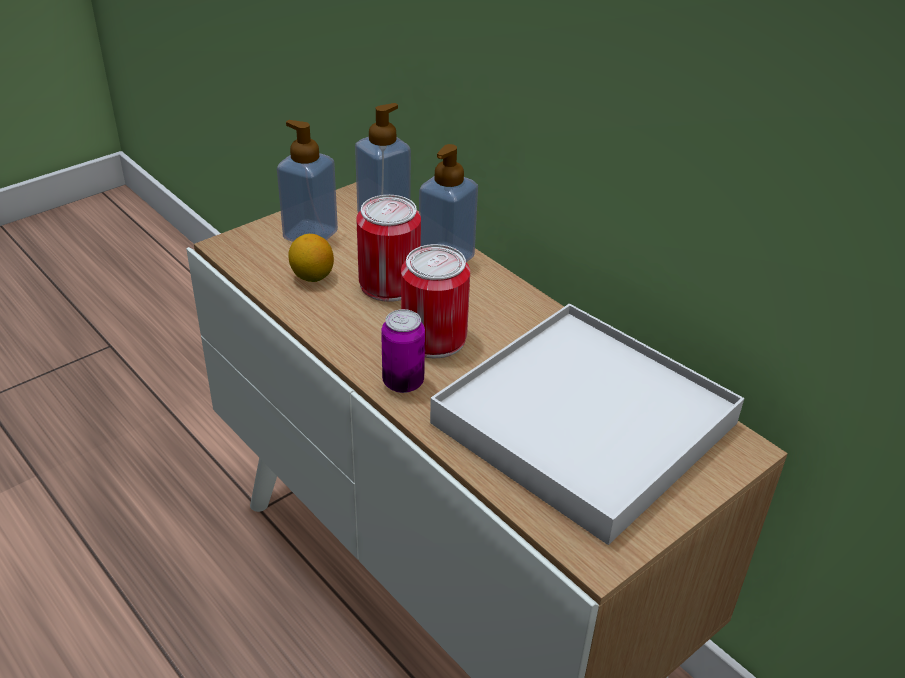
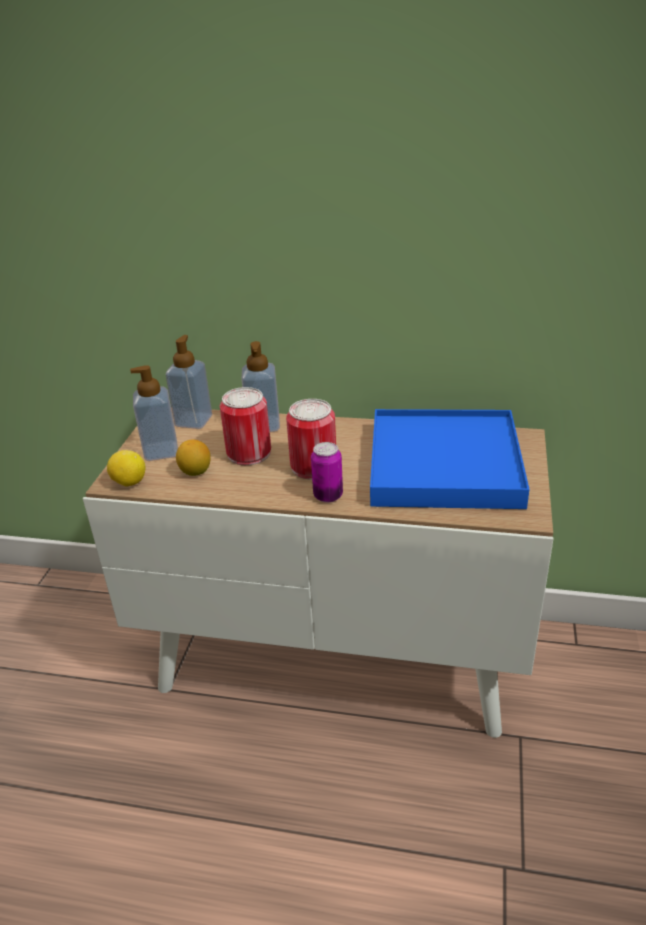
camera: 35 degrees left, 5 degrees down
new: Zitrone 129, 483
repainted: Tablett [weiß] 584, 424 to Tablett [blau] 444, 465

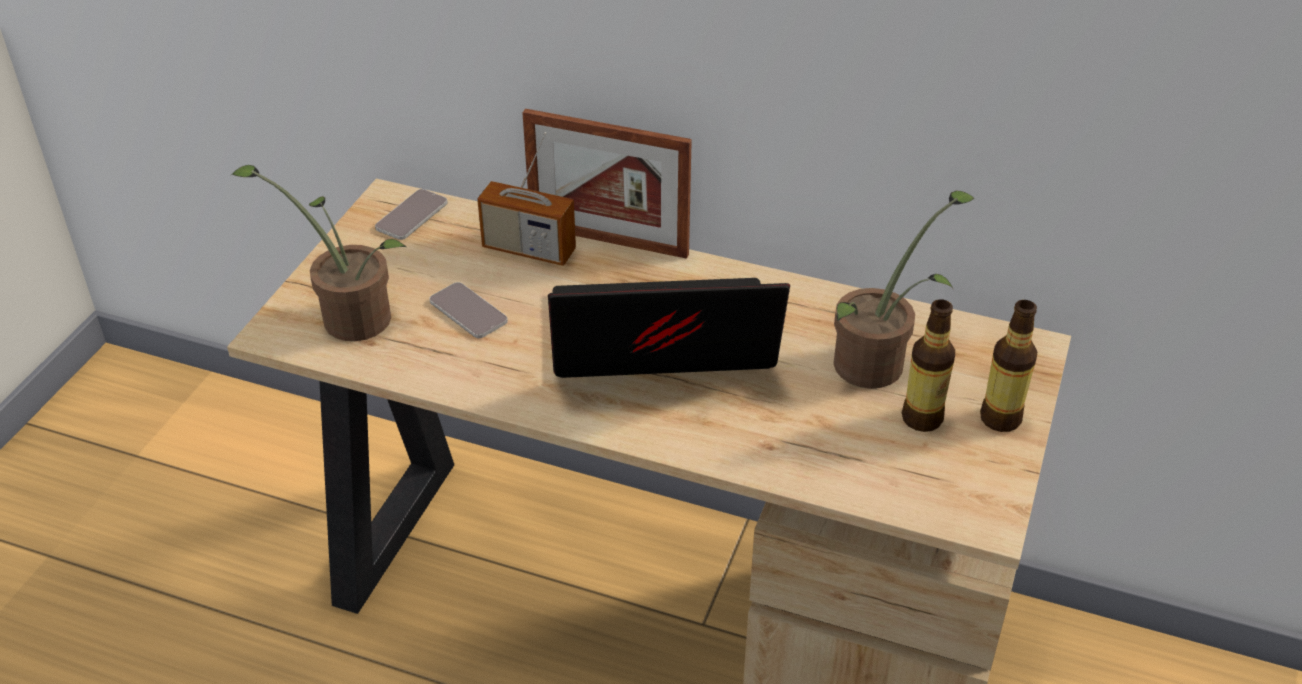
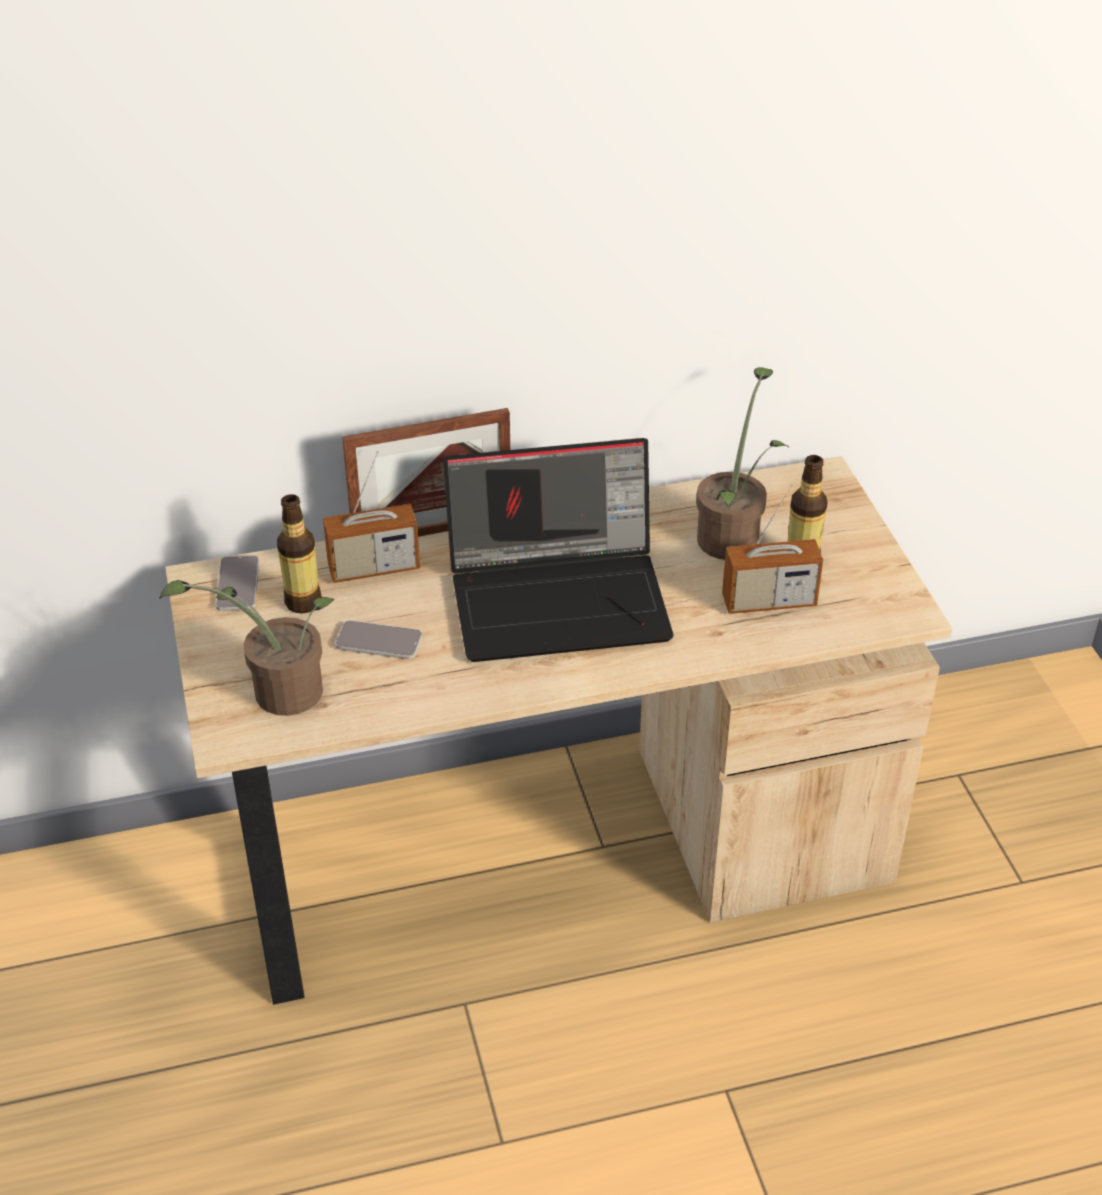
camera: 35 degrees left, 0 degrees up
new: Radio 769, 601
shifted: Flasche 1000, 418 to 303, 602
rotated: Laptop 658, 346 = 561, 597 150 degrees counterclockwise

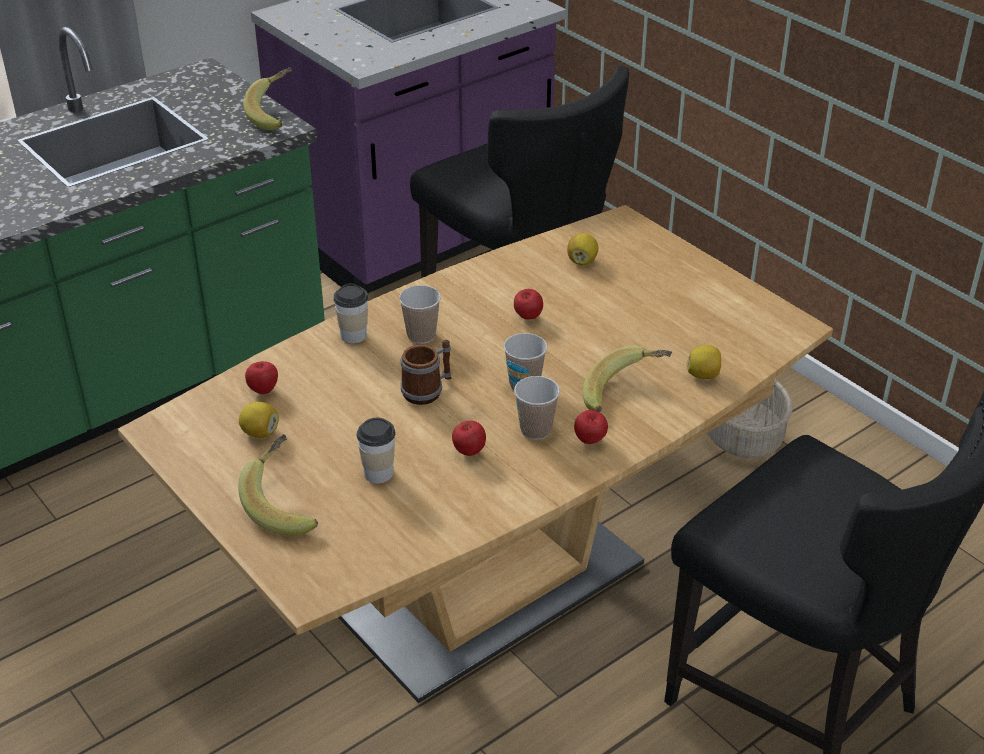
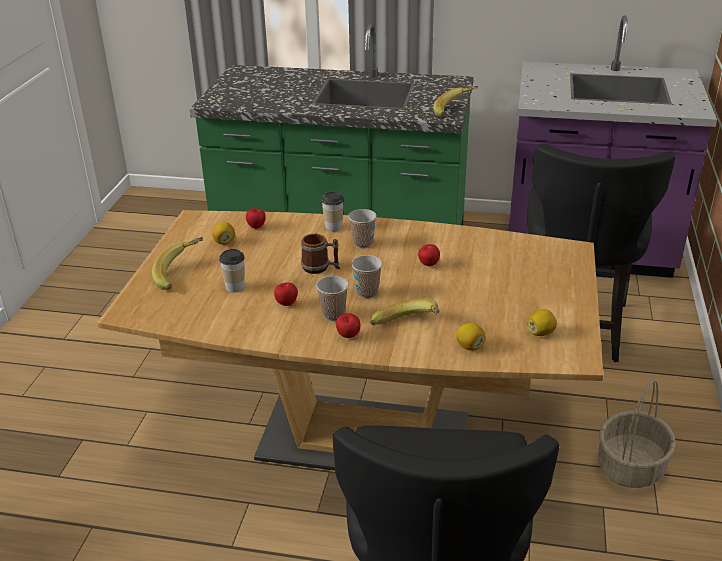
camera: 50 degrees right, 5 degrees down
shifted: Zitrone 582, 261 to 541, 333

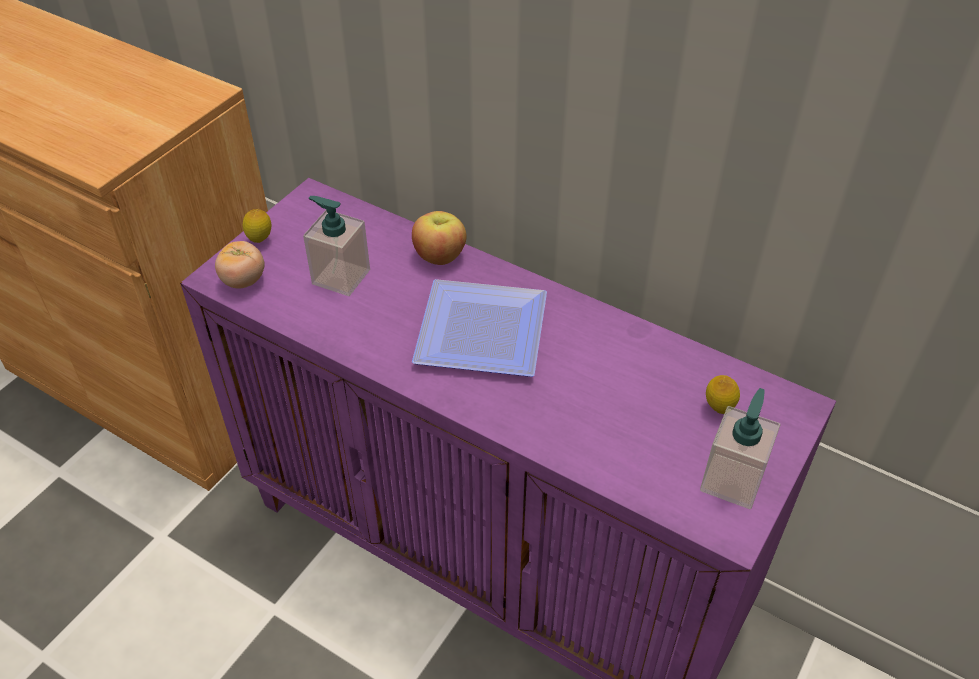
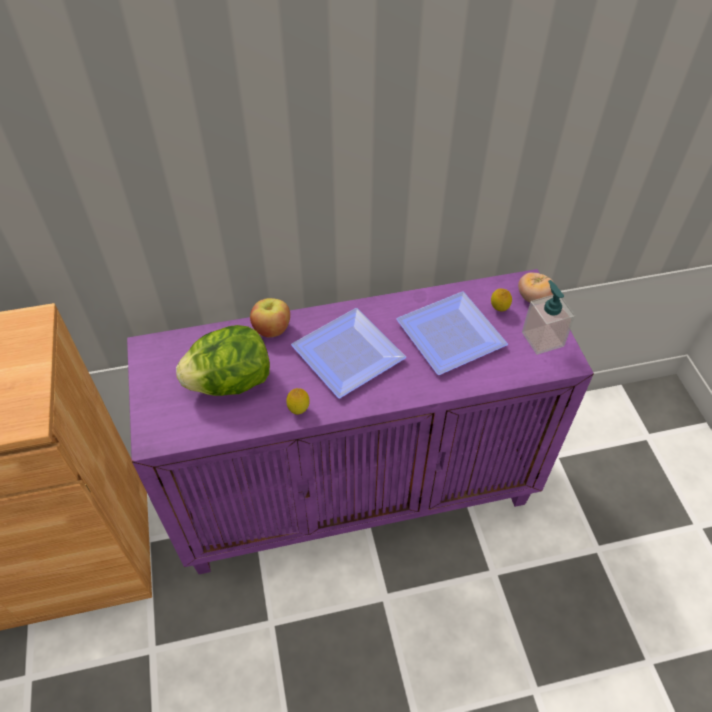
camera: 45 degrees left, 5 degrees up
new: Teller 446, 334
shifted: Tomate 243, 280 to 533, 298; Zitrone 260, 240 to 299, 410
swapped: Seifenspender 341, 277 to Salatkopf 231, 382

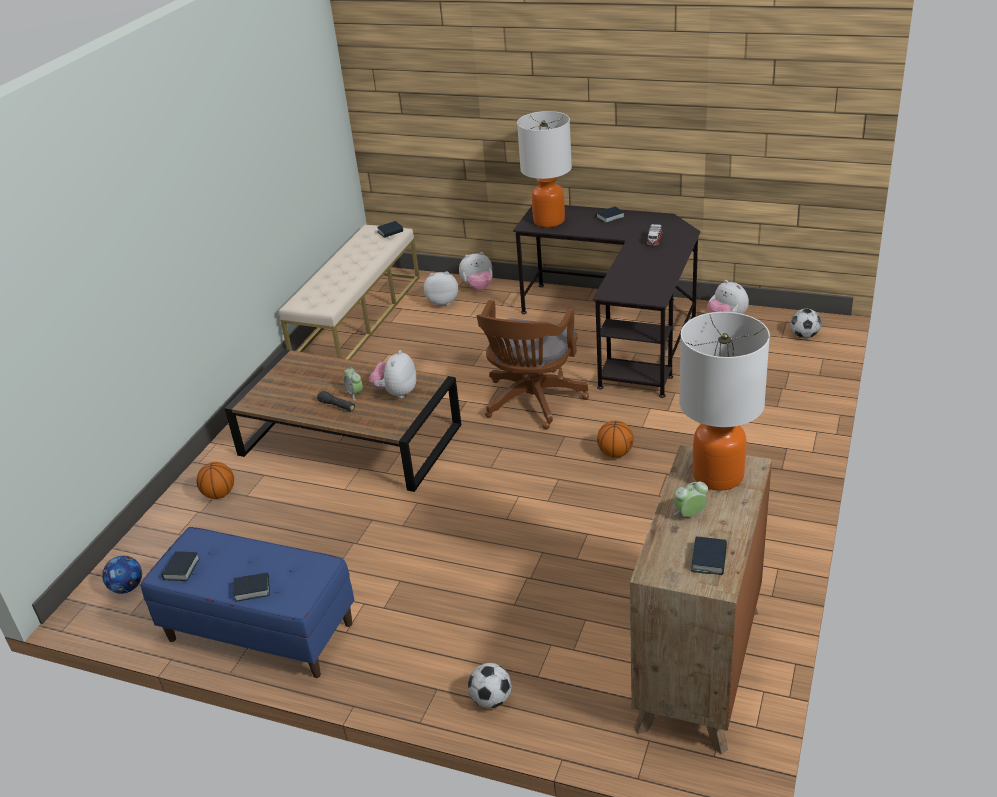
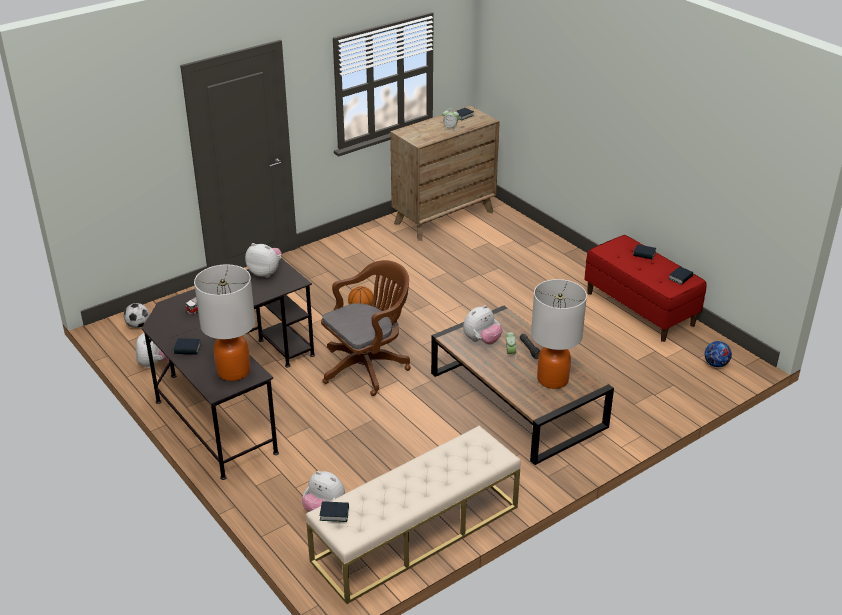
camera: 150 degrees left, 0 degrees up
gone: Basketball 219, 494; Fußball 491, 699
shifted: Plüschtier 478, 287 to 265, 272; Tischlampe 717, 476 to 553, 379
repainted: Bank [blau] 259, 632 to Bank [rot] 640, 309

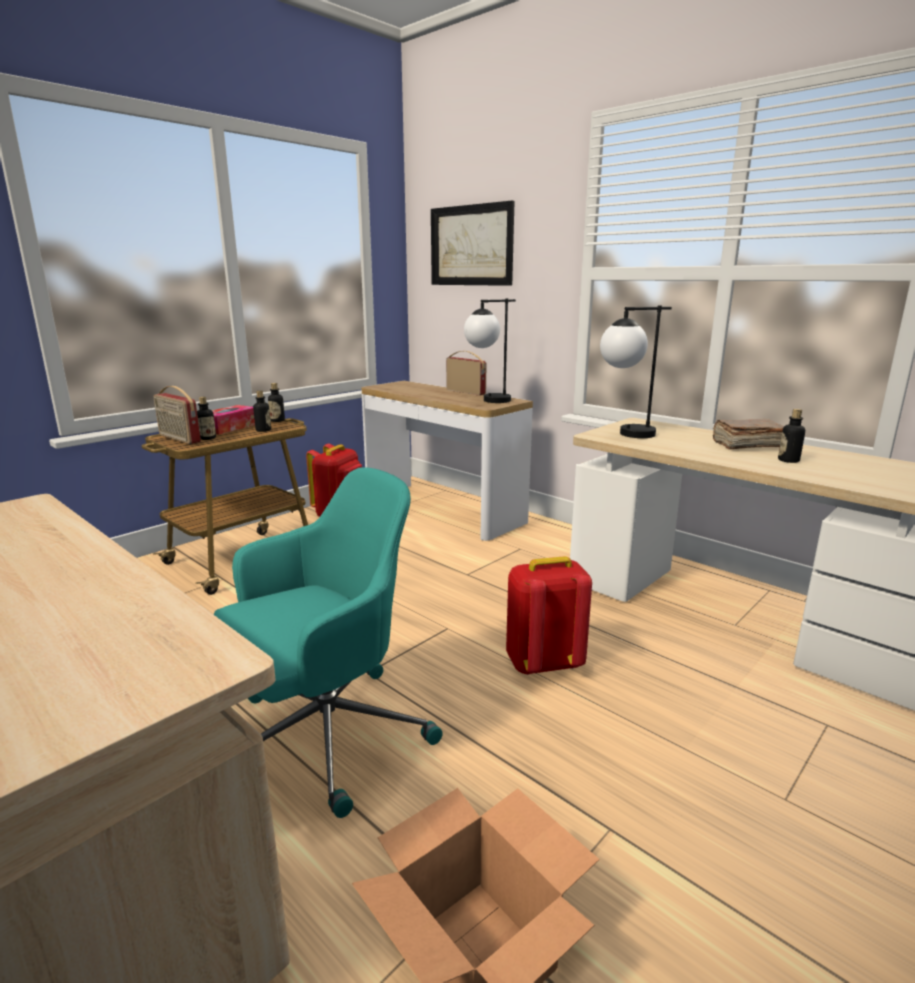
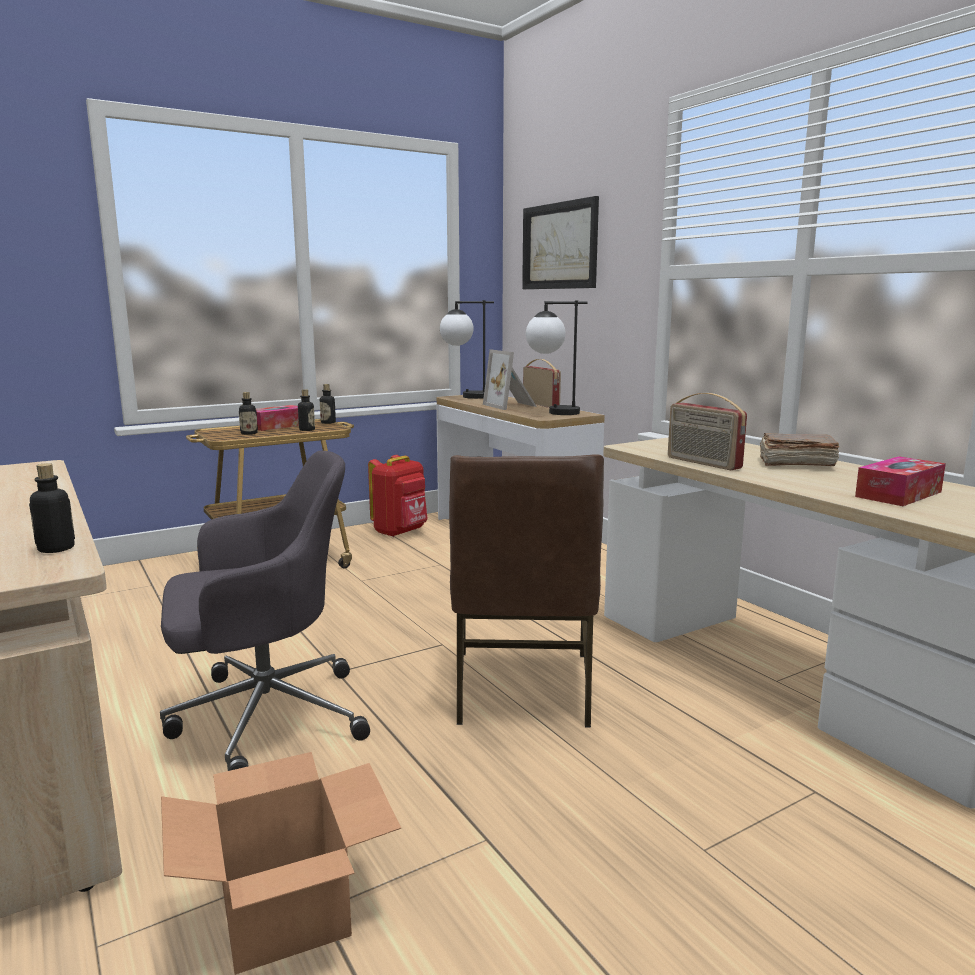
camera: 15 degrees right, 5 degrees down
new: Bilderrahmen 511, 406; Taschentuchbox 898, 494
shifted: Radio 179, 439 to 702, 463; Tischlampe 625, 435 to 464, 397; Flasche 788, 460 to 56, 548
swapped: Rucksack [rot] 544, 663 to Stuhl [braun] 522, 688
repainted: Bürostuhl [türkis] 325, 735 to Bürostuhl [grau] 264, 717

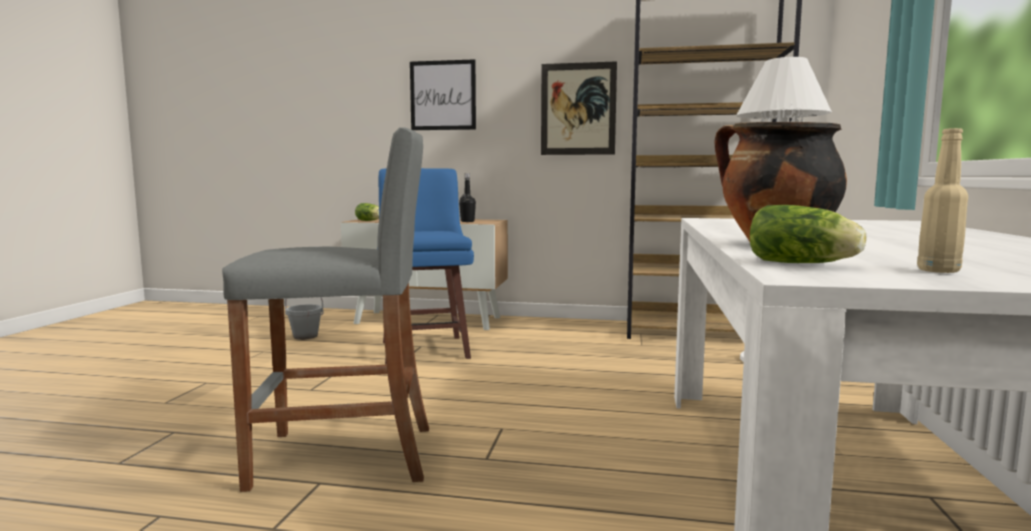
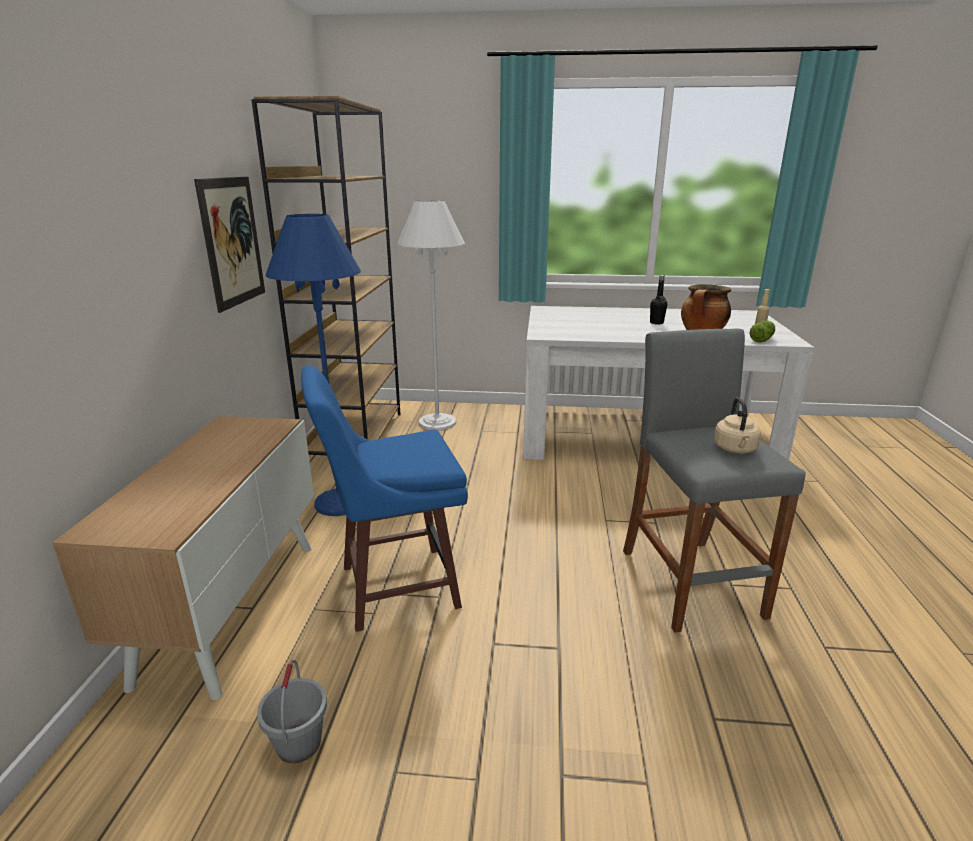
camera: 95 degrees left, 15 degrees up
gone: Salatkopf 370, 221; Bild 443, 95
new: Stehlampe [blau] 339, 502; Wasserkessel [beige] 735, 449
shifted: Flasche [schwarz] 467, 221 to 656, 323

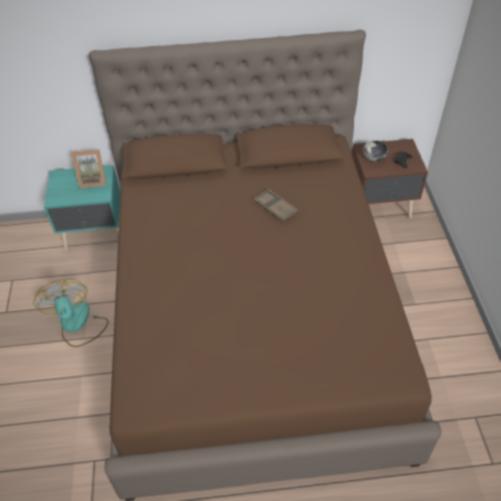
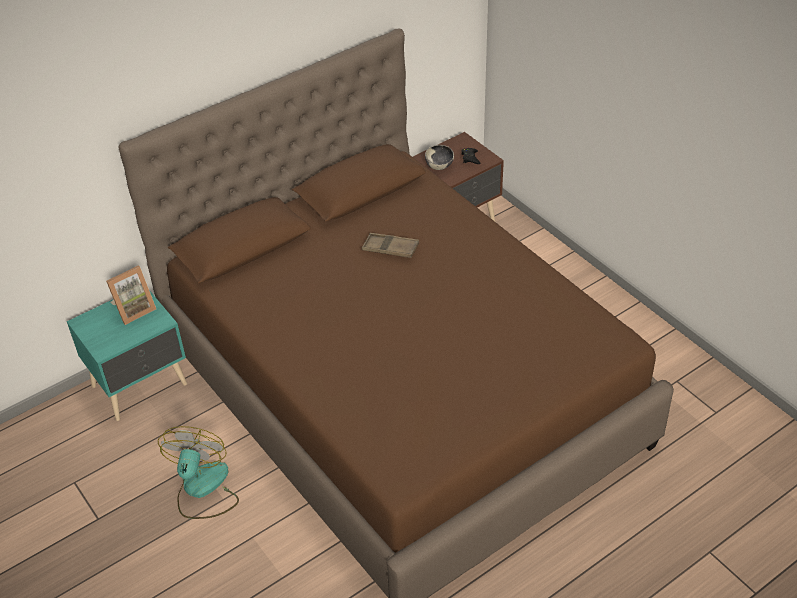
camera: 30 degrees left, 5 degrees down
rotated: Ventilator 77, 324 = 202, 489 60 degrees clockwise

